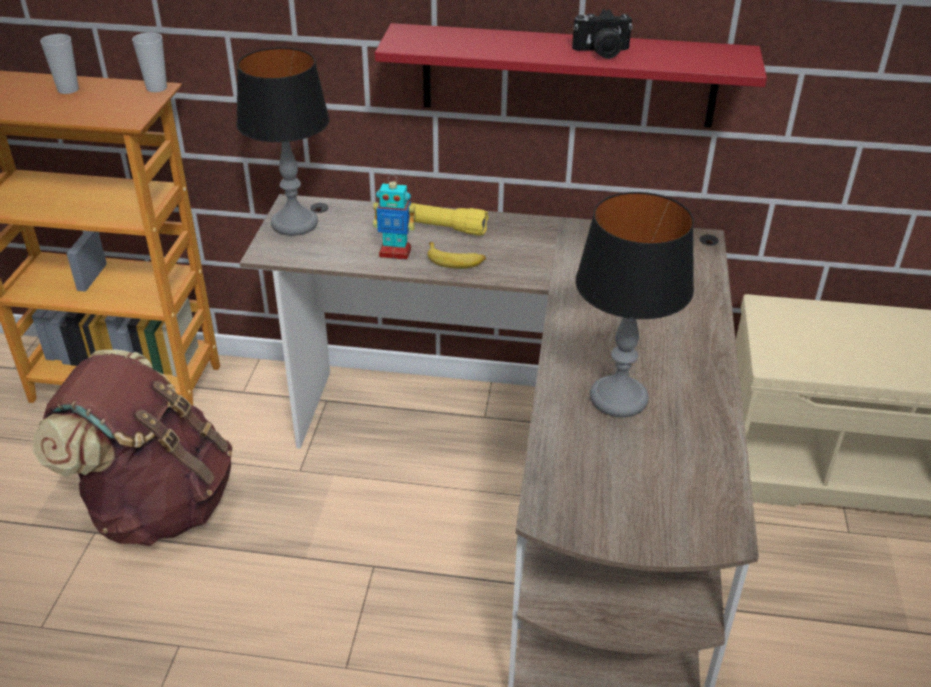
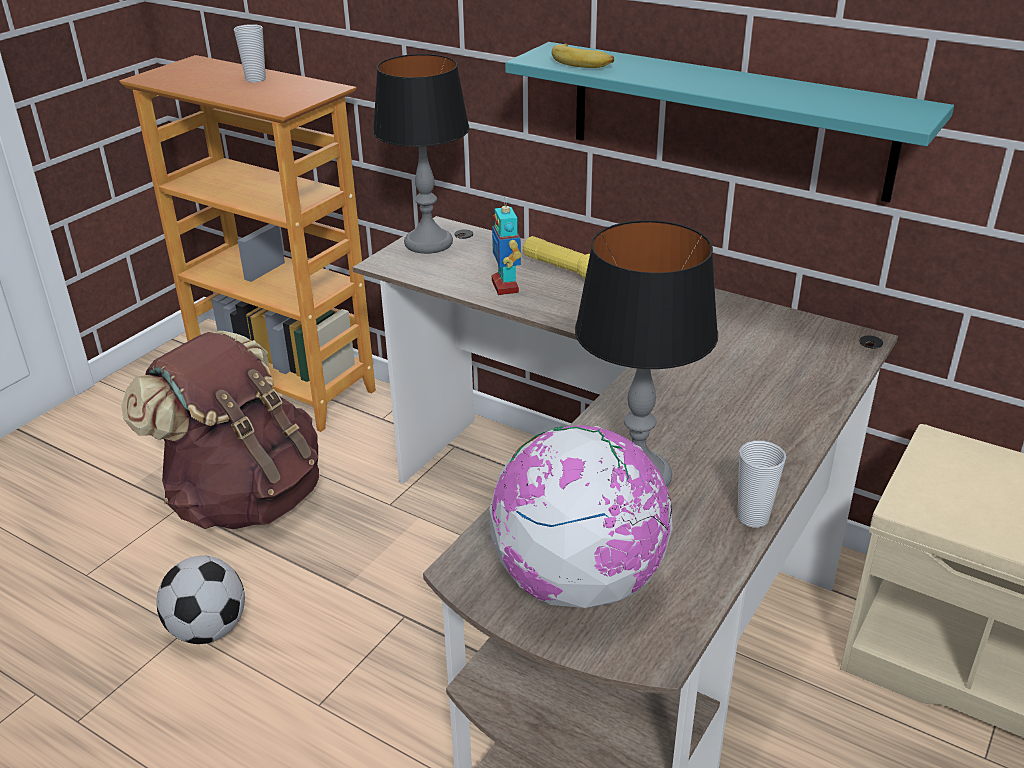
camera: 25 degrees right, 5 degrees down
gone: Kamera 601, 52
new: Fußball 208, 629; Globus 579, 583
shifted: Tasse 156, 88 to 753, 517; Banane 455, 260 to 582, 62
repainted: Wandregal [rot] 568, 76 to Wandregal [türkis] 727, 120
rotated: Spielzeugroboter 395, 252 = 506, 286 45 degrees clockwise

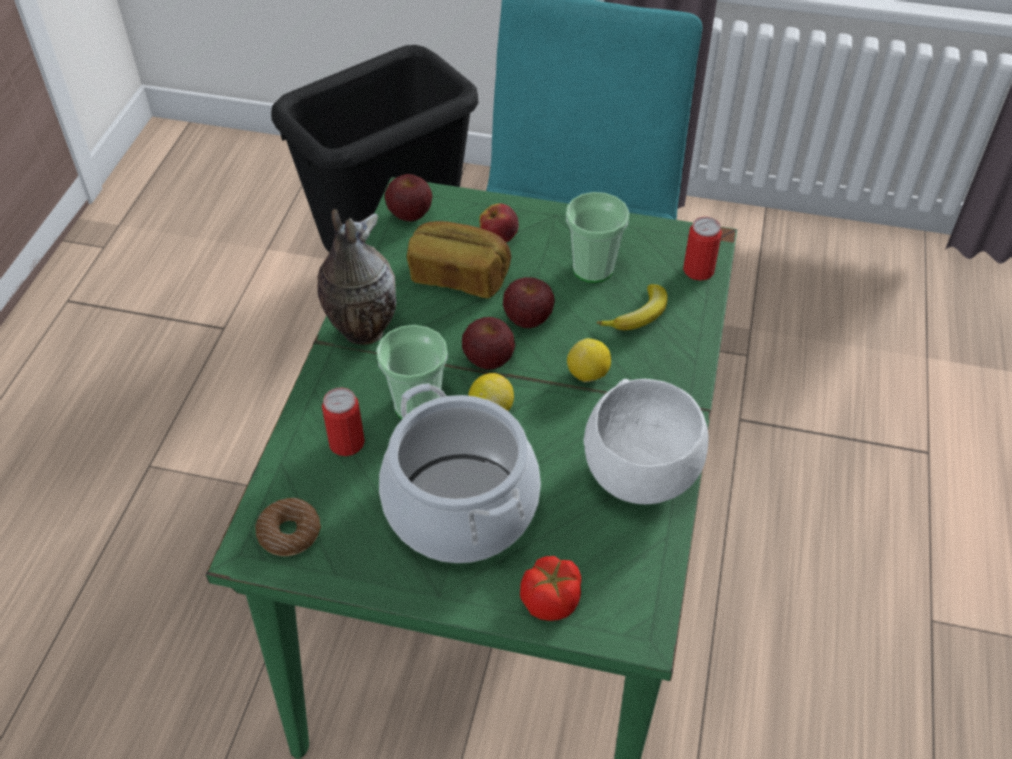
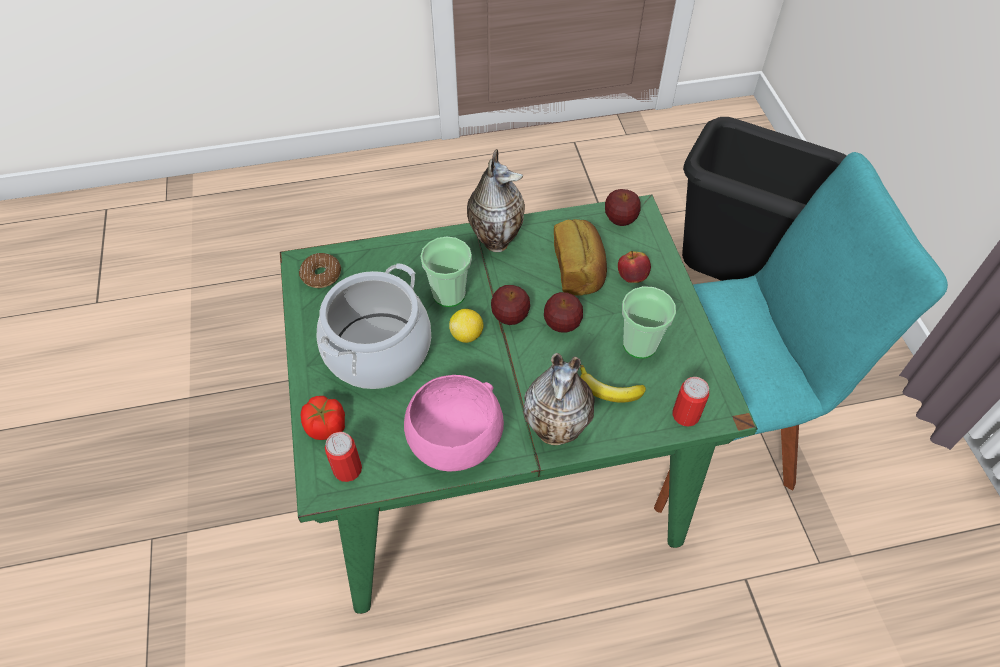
camera: 65 degrees right, 5 degrees up
gone: Zitrone 588, 375
new: Vase 558, 431
shifted: Dose 347, 443 to 347, 469
repainted: Schüssel [weiß] 641, 475 to Schüssel [rosa] 454, 444

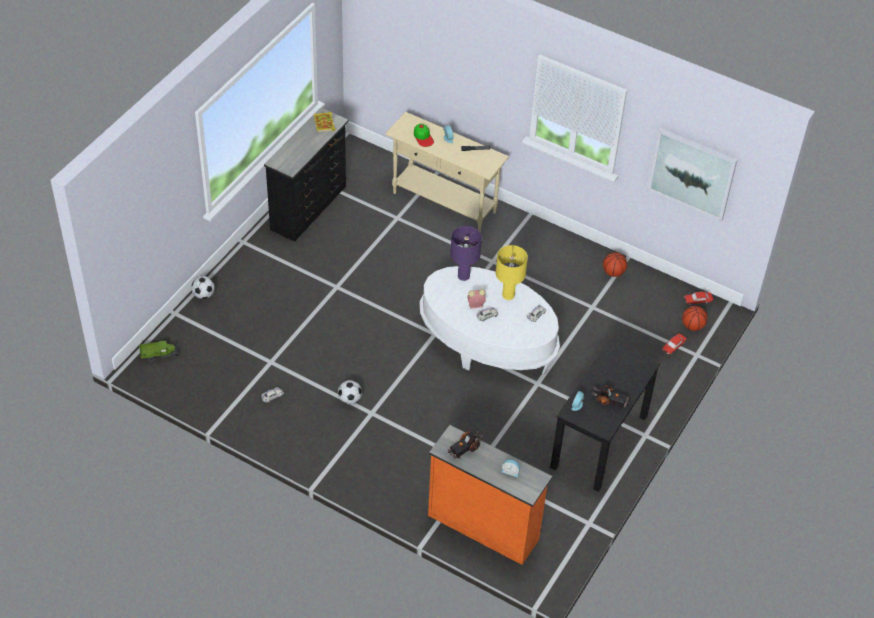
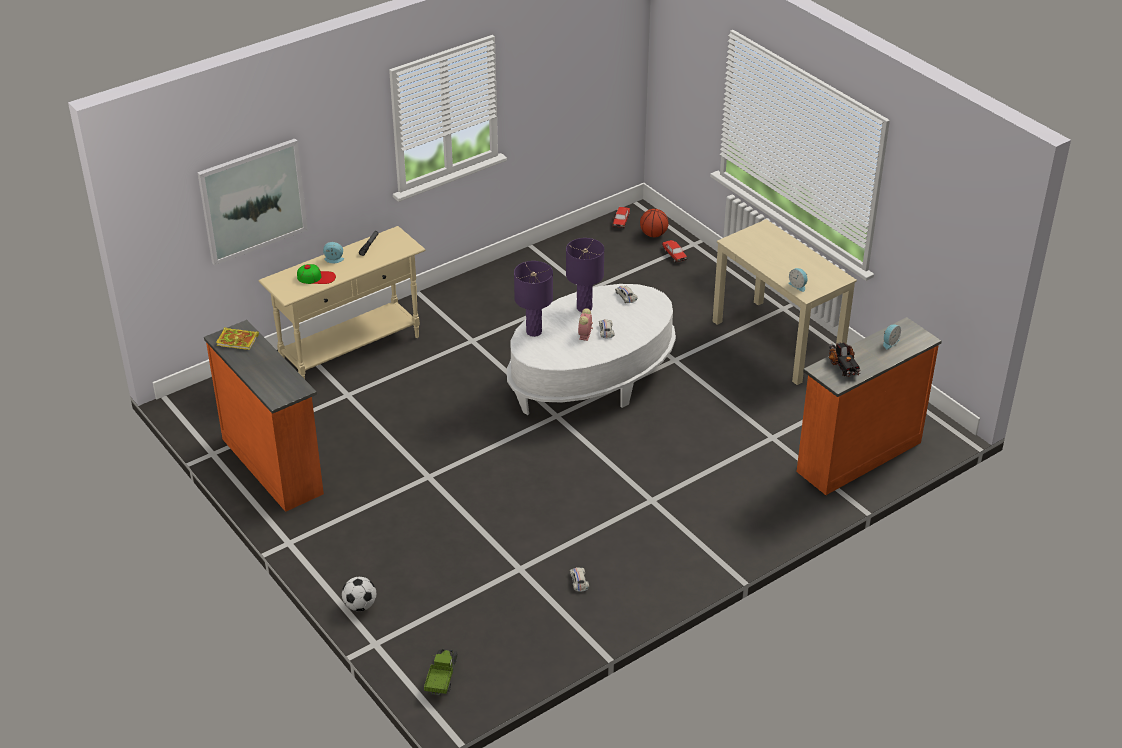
camera: 65 degrees left, 10 degrees down
gone: Fußball 349, 399; Spielzeuglaster 609, 401; Basketball 613, 272
shifted: Bild 692, 174 to 253, 201
repainted: Kommode [schwarz] 310, 208 to Kommode [orange] 273, 465; Tischlampe [gelb] 508, 295 to Tischlampe [lila] 584, 308; Schreibtisch [schwarz] 599, 442 to Schreibtisch [beige] 777, 341

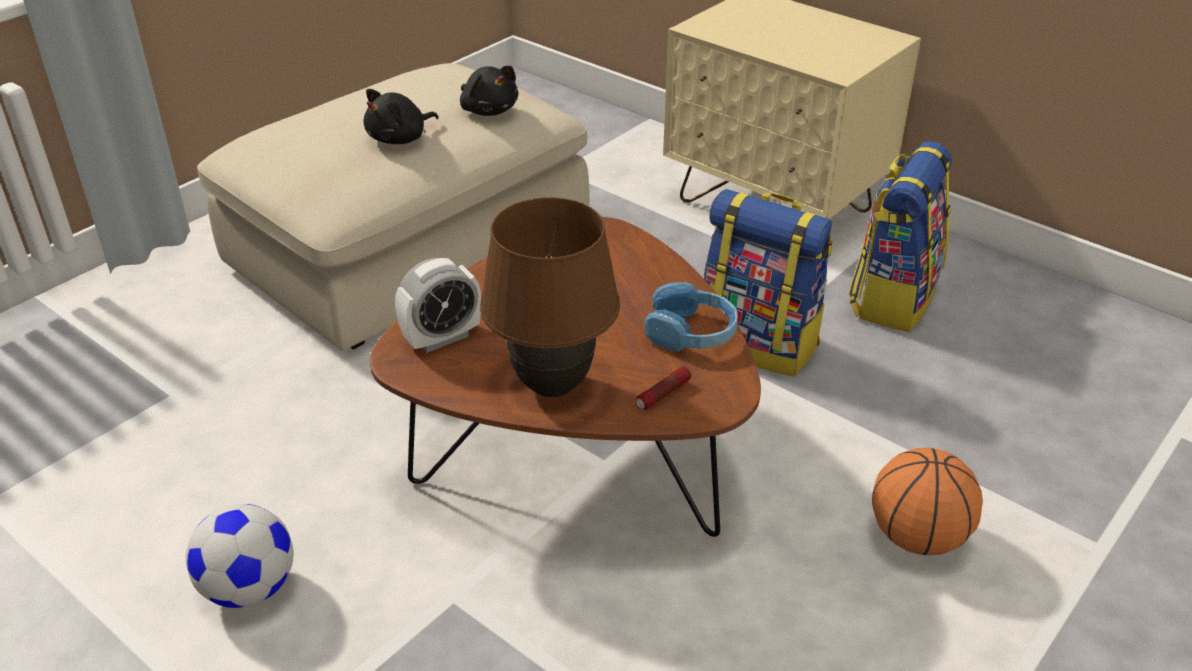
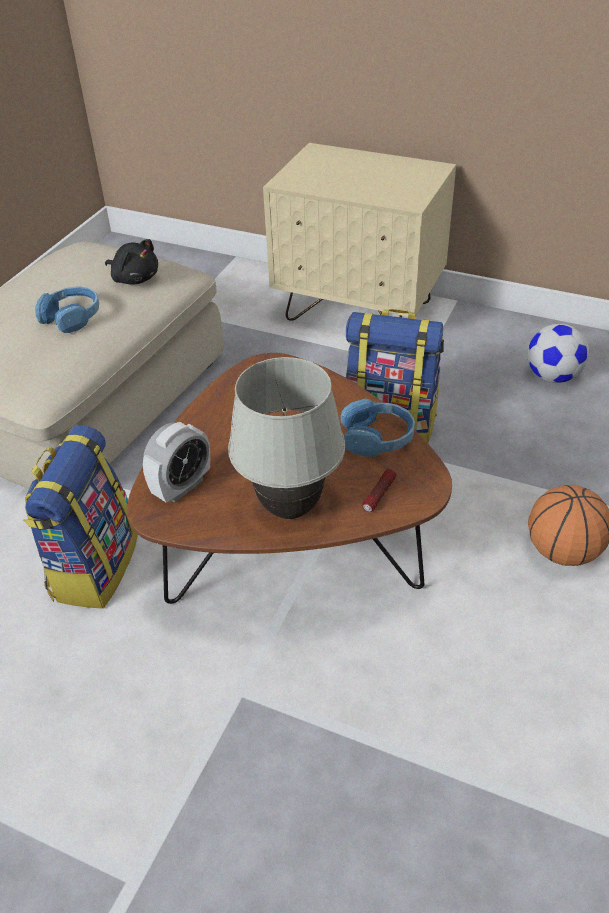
camera: 15 degrees left, 5 degrees up
shifted: Fußball 249, 589 to 553, 377; Rucksack 892, 297 to 94, 566
swapped: Plüschtier [schwarz] 400, 138 to Kopfhörer [blau] 72, 317
repainted: Tischlampe [braun] 553, 386 to Tischlampe [weiß] 291, 508

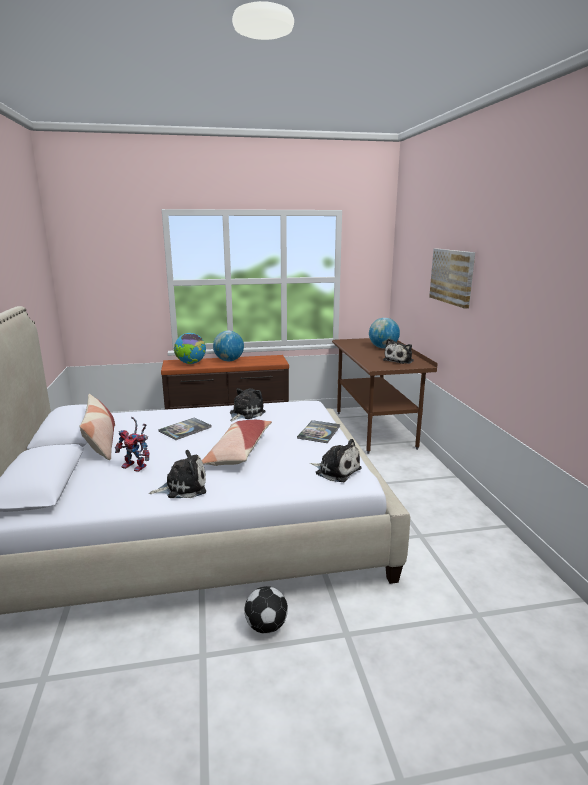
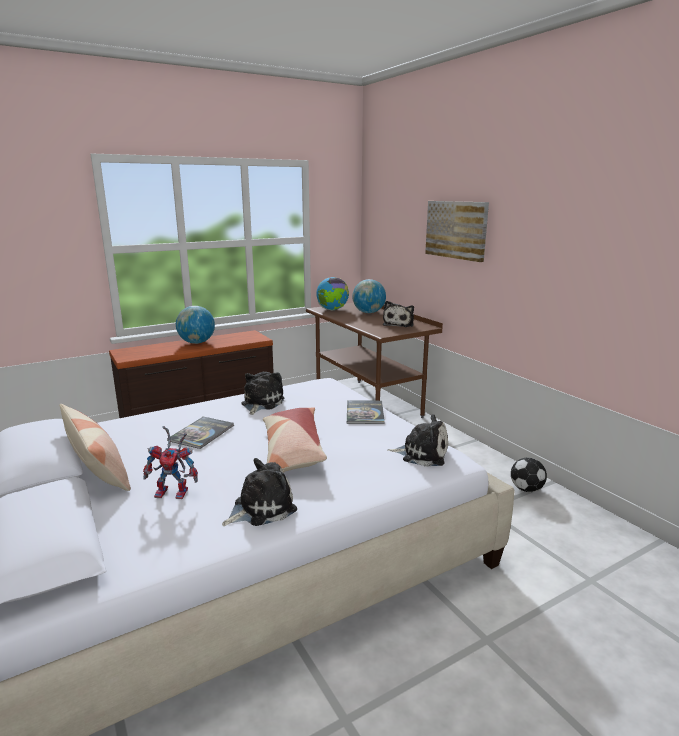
camera: 20 degrees left, 0 degrees up
shifted: Globus 191, 363 to 332, 310; Fußball 267, 626 to 527, 489

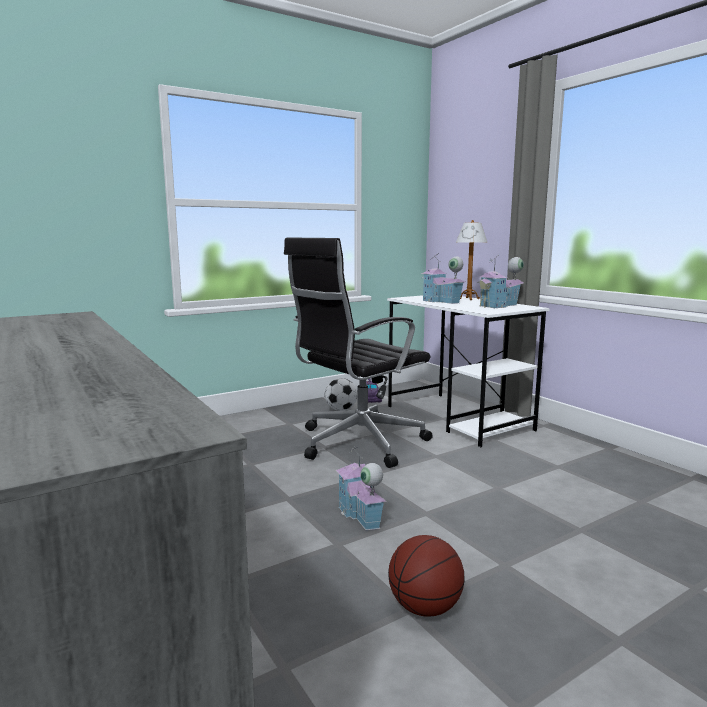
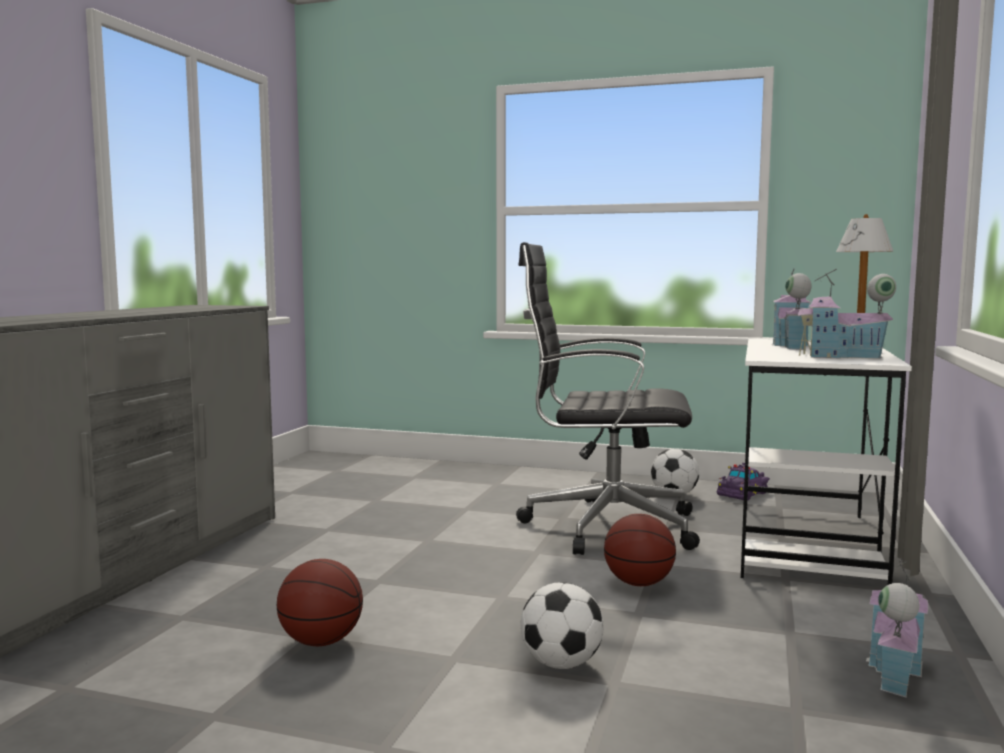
camera: 50 degrees right, 5 degrees down
new: Fußball 561, 663; Basketball 639, 583
shifted: Spielzeughaus 360, 515 to 893, 672

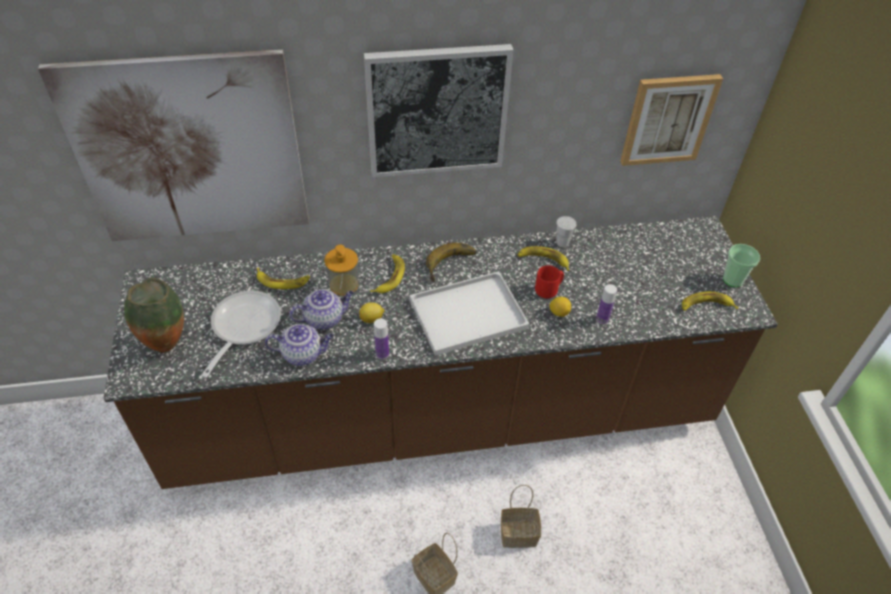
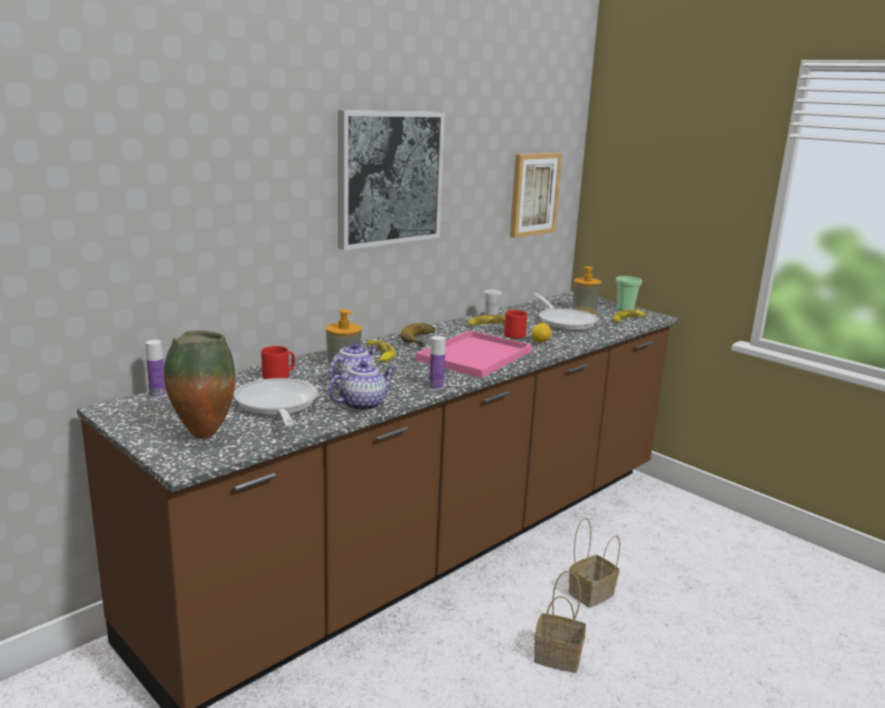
camera: 35 degrees left, 30 degrees down
gone: Bild 190, 151; Zitrone 372, 319
new: Pfanne 564, 321; Seifenspender 584, 310
shifted: Flasche 602, 319 to 158, 395
swapped: Banane 282, 281 to Henkelbecher [rot] 279, 376
repainted: Tablett [weiß] 466, 315 to Tablett [rosa] 474, 356

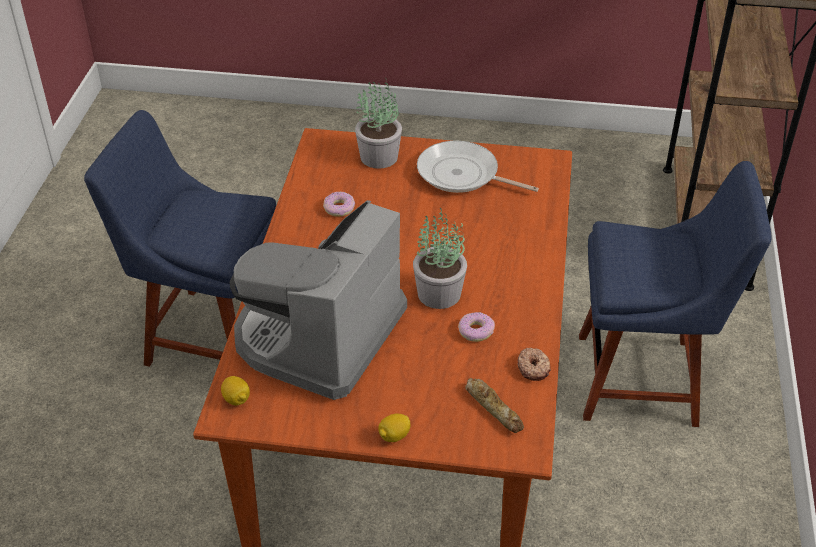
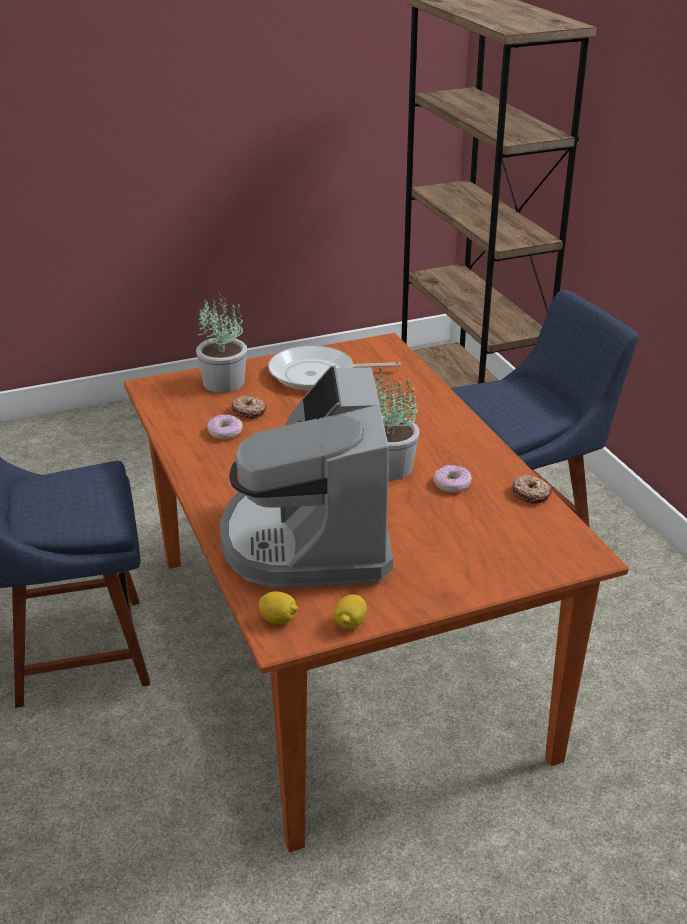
camera: 30 degrees left, 10 degrees down
gone: Brot 494, 408
new: Donut 249, 411
shifted: Zitrone 394, 436 to 350, 623

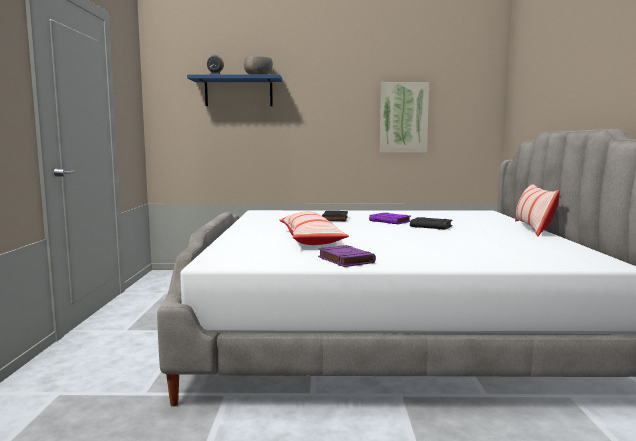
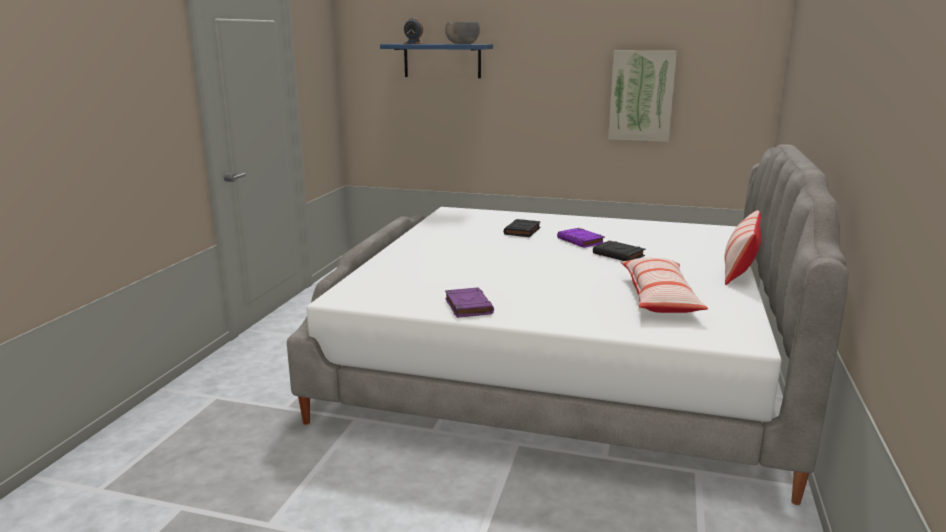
camera: 15 degrees right, 10 degrees up
shifted: Kissen 311, 240 to 659, 298

